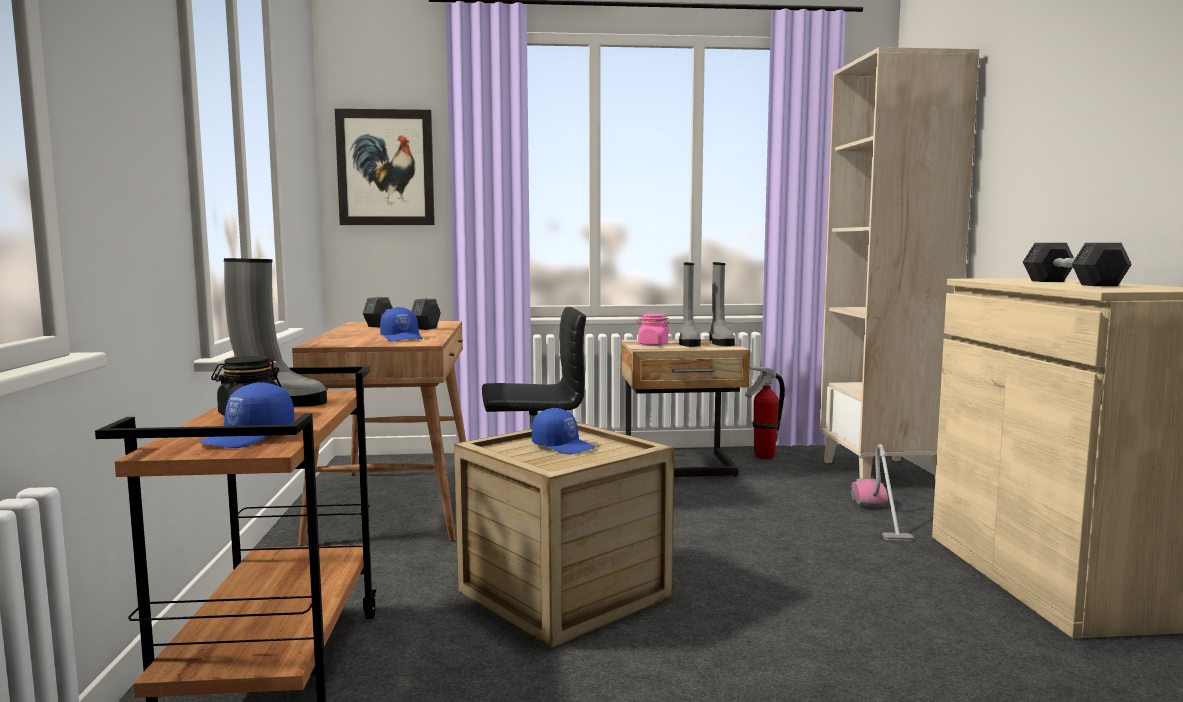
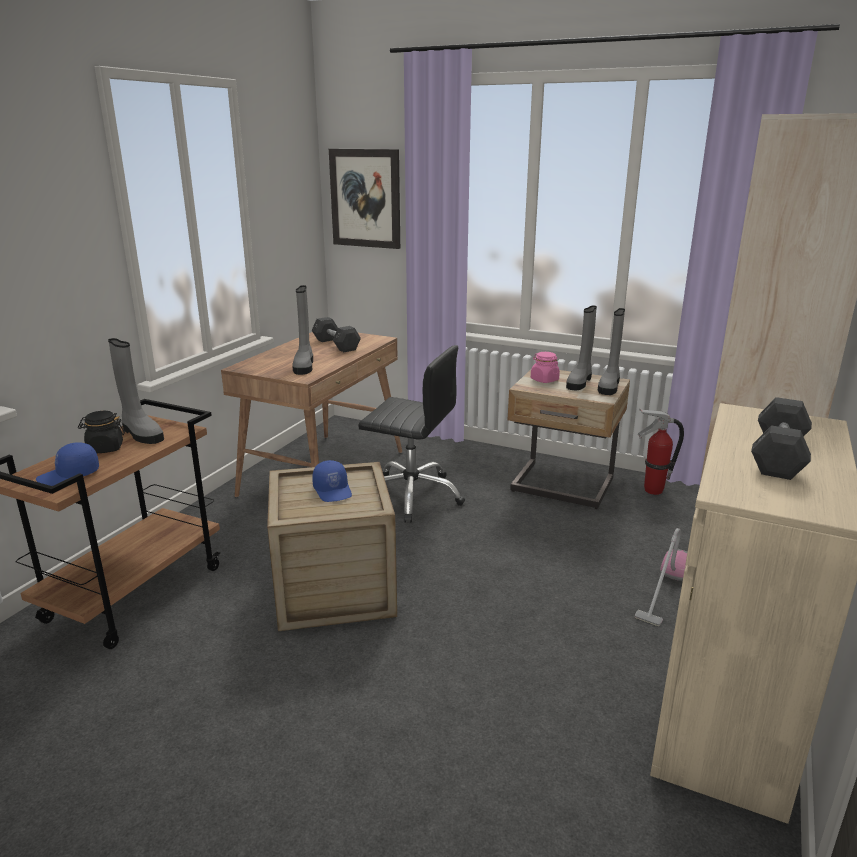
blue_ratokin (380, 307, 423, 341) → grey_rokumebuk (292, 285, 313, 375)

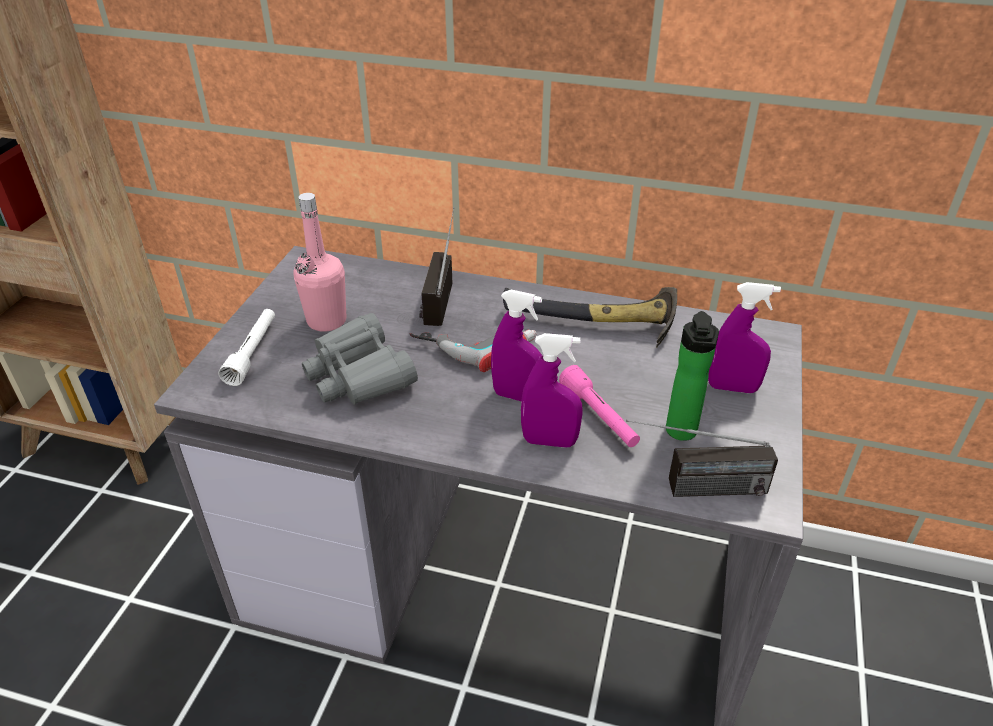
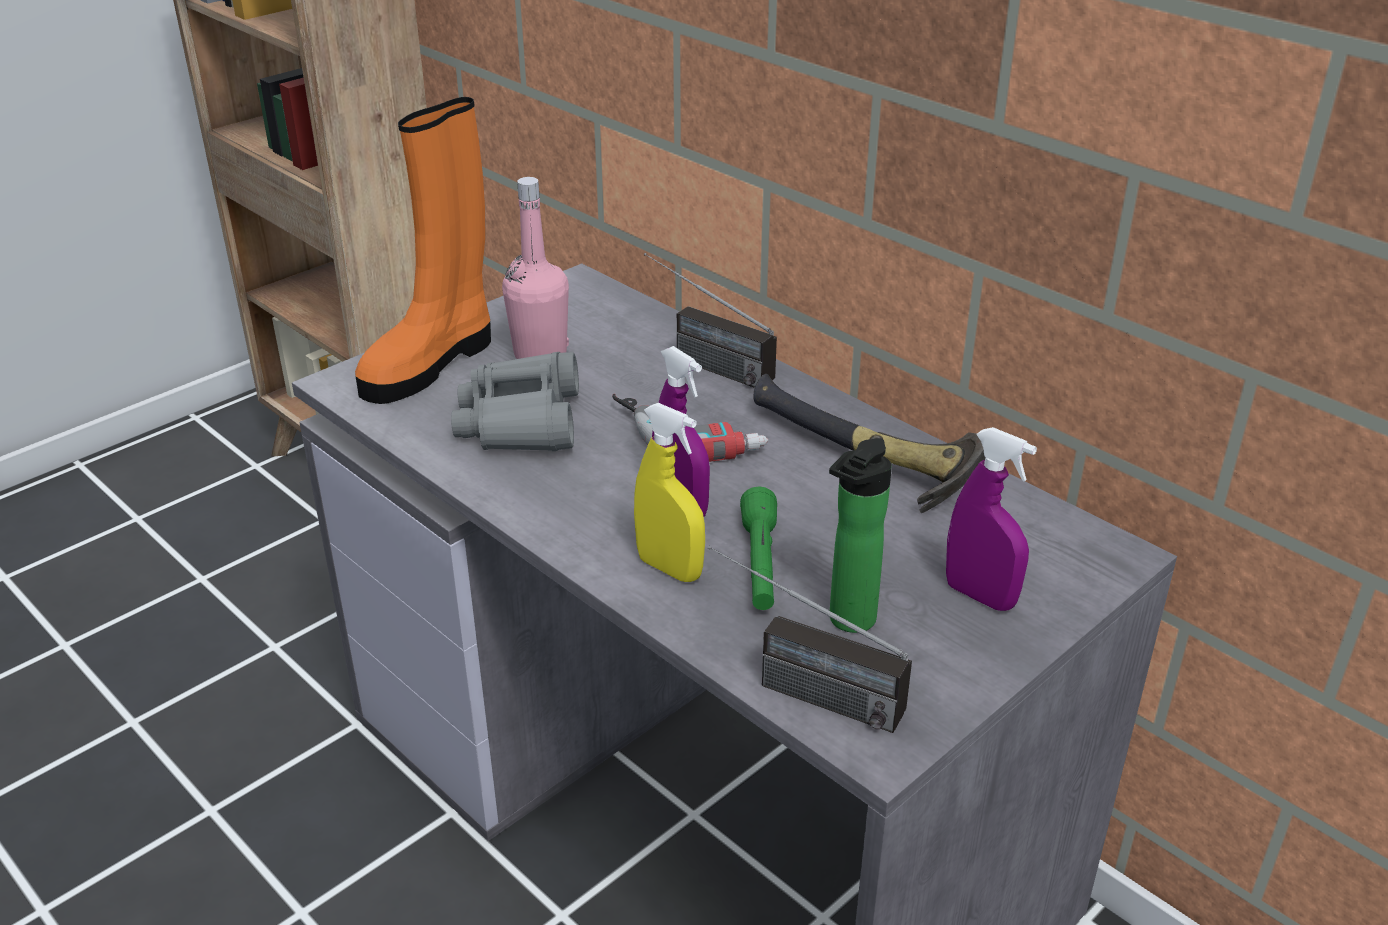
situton (419, 207, 455, 326) → situton (644, 253, 777, 388), 90 degrees counterclockwise
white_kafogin (218, 309, 275, 386) → orange_rokumebuk (355, 97, 491, 404)
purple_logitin (521, 333, 583, 448) → yellow_logitin (634, 403, 705, 582)
pink_kafogin (559, 365, 640, 447) → green_kafogin (740, 487, 777, 610)

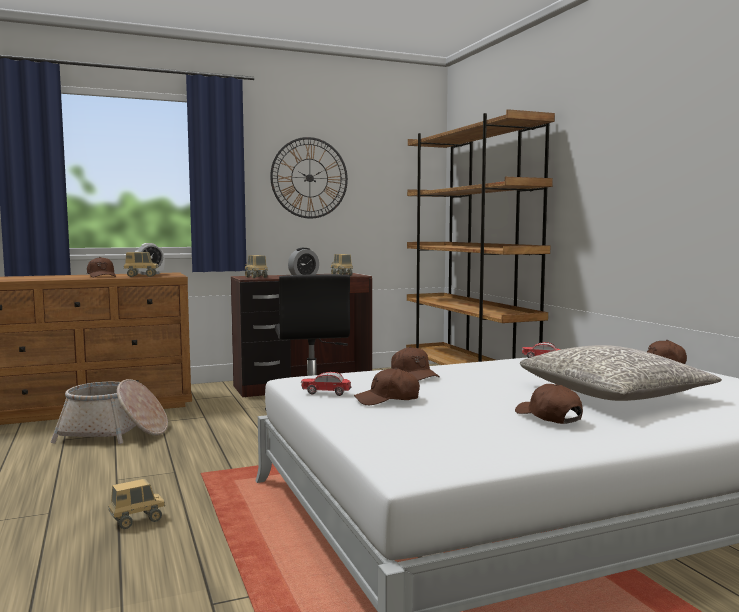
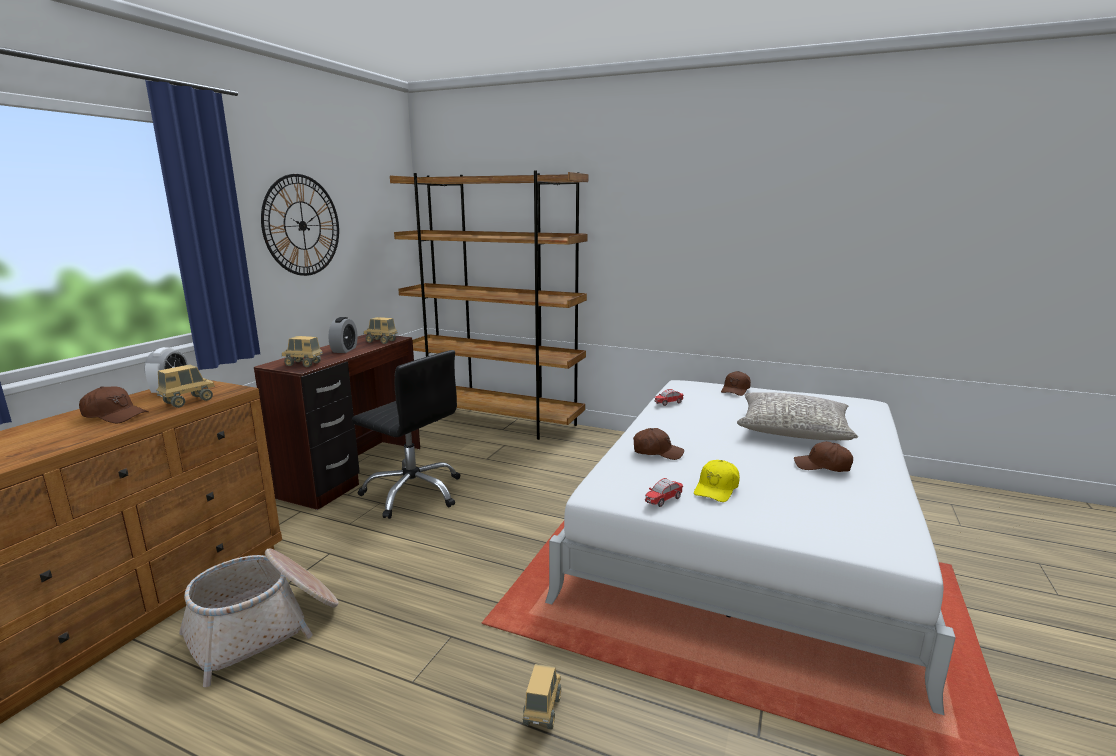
brown_ratokin (354, 368, 420, 405) → yellow_ratokin (694, 460, 740, 502)

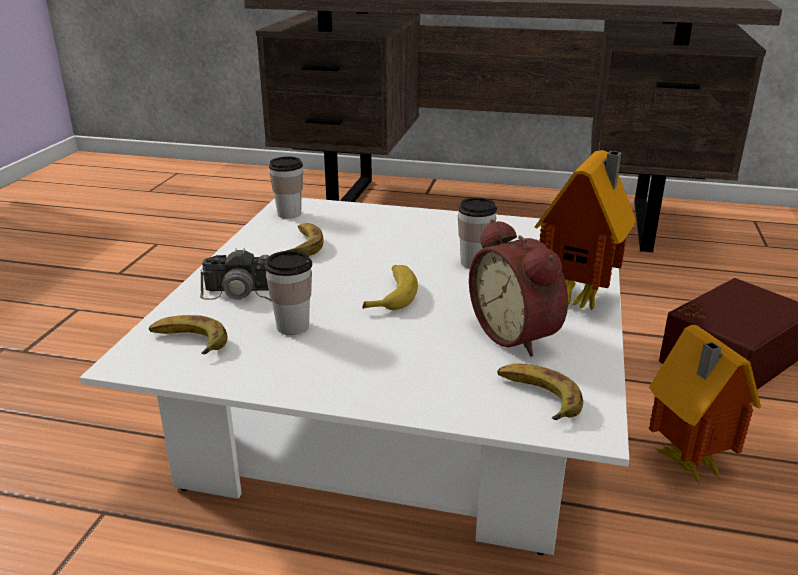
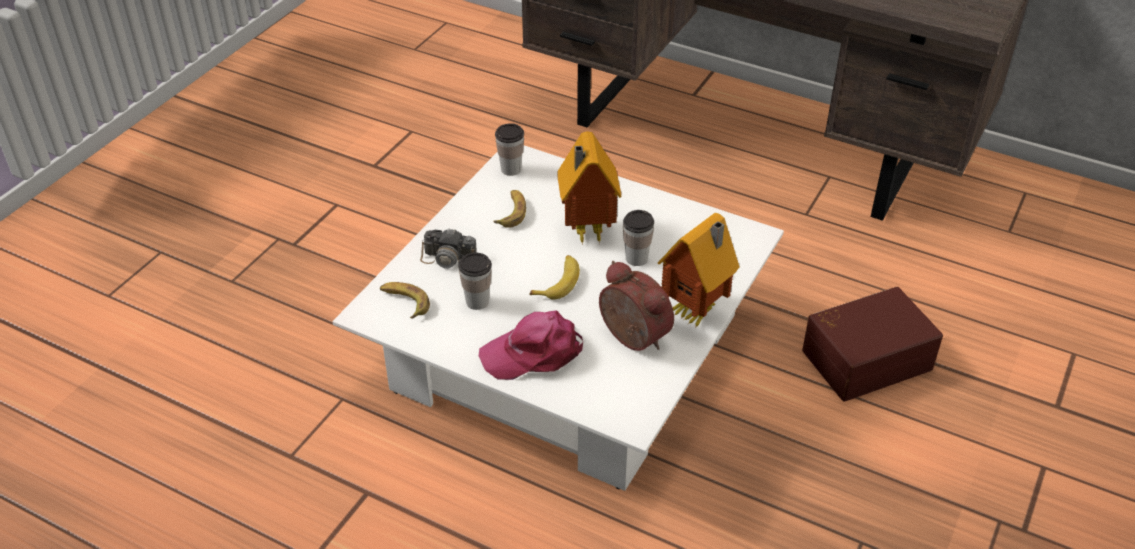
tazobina (469, 219, 568, 357) → tazobina (599, 261, 674, 351), 150 degrees clockwise
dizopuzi (649, 325, 761, 485) → dizopuzi (558, 131, 621, 245), shifted
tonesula (497, 364, 583, 420) → -
- → pink_ratokin (479, 311, 583, 380)

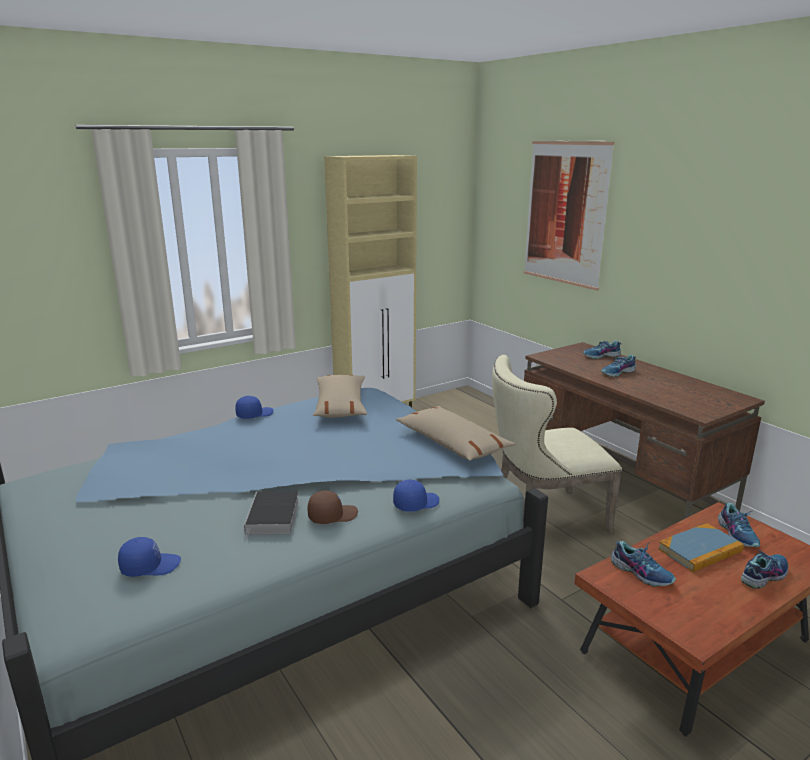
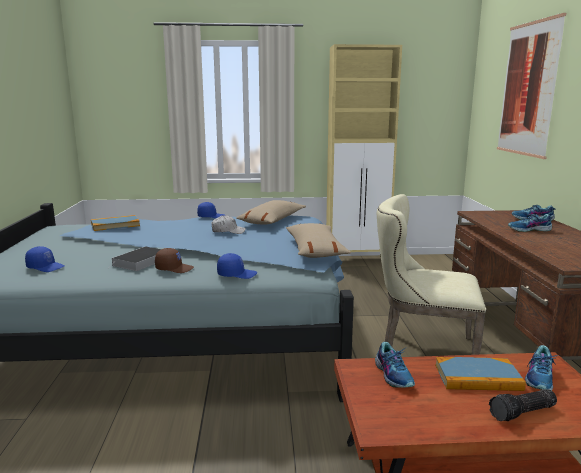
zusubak (741, 547, 788, 589) → kafogin (489, 389, 557, 421)
- → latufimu (91, 215, 140, 231)
- → white_ratokin (211, 215, 246, 234)

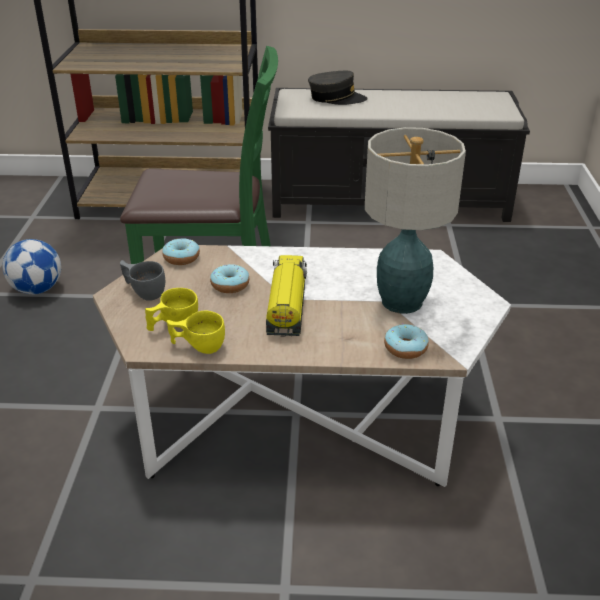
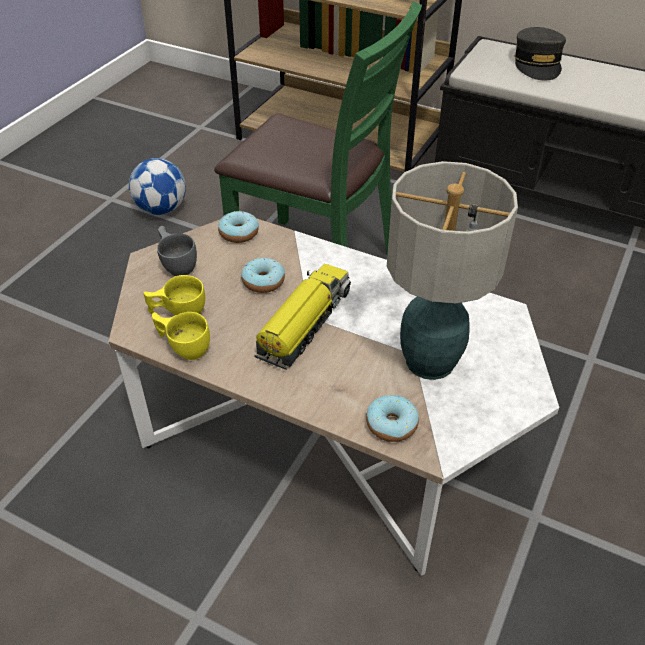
grey_ratokin (308, 71, 367, 105) → grey_ratokin (514, 27, 566, 80), 60 degrees clockwise

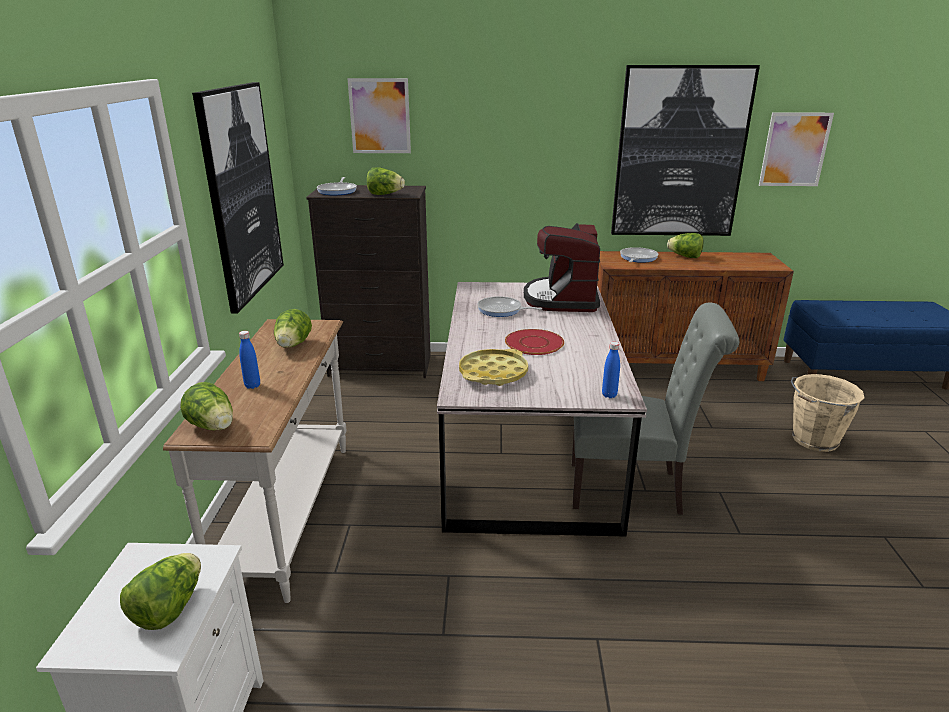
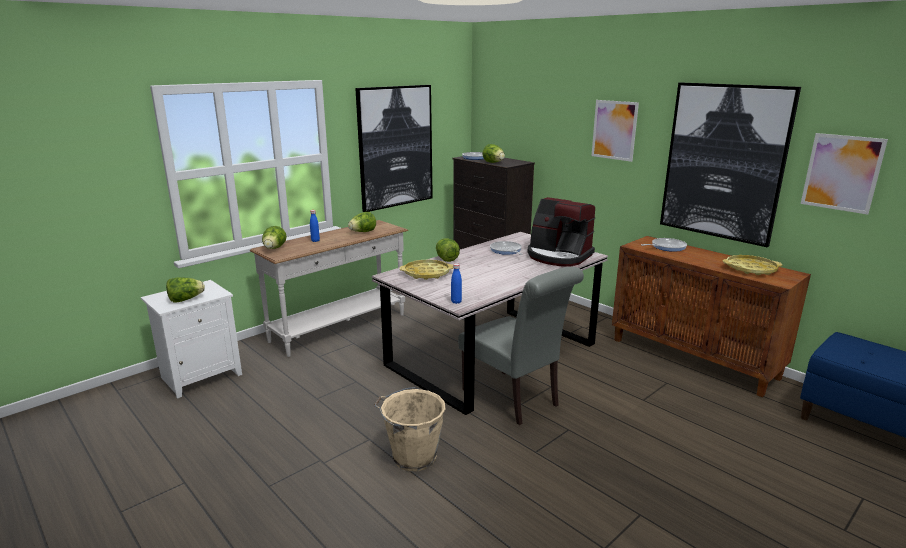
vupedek (348, 78, 411, 153) → vupedek (592, 100, 639, 162), shifted
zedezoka (524, 223, 600, 312) → zedezoka (528, 197, 595, 266), 105 degrees counterclockwise
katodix (667, 233, 704, 258) → katodix (436, 238, 460, 262), shifted
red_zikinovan (505, 329, 564, 355) → -
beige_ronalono (791, 374, 865, 452) → beige_ronalono (374, 387, 445, 471), shifted
- → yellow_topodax (723, 255, 783, 275)

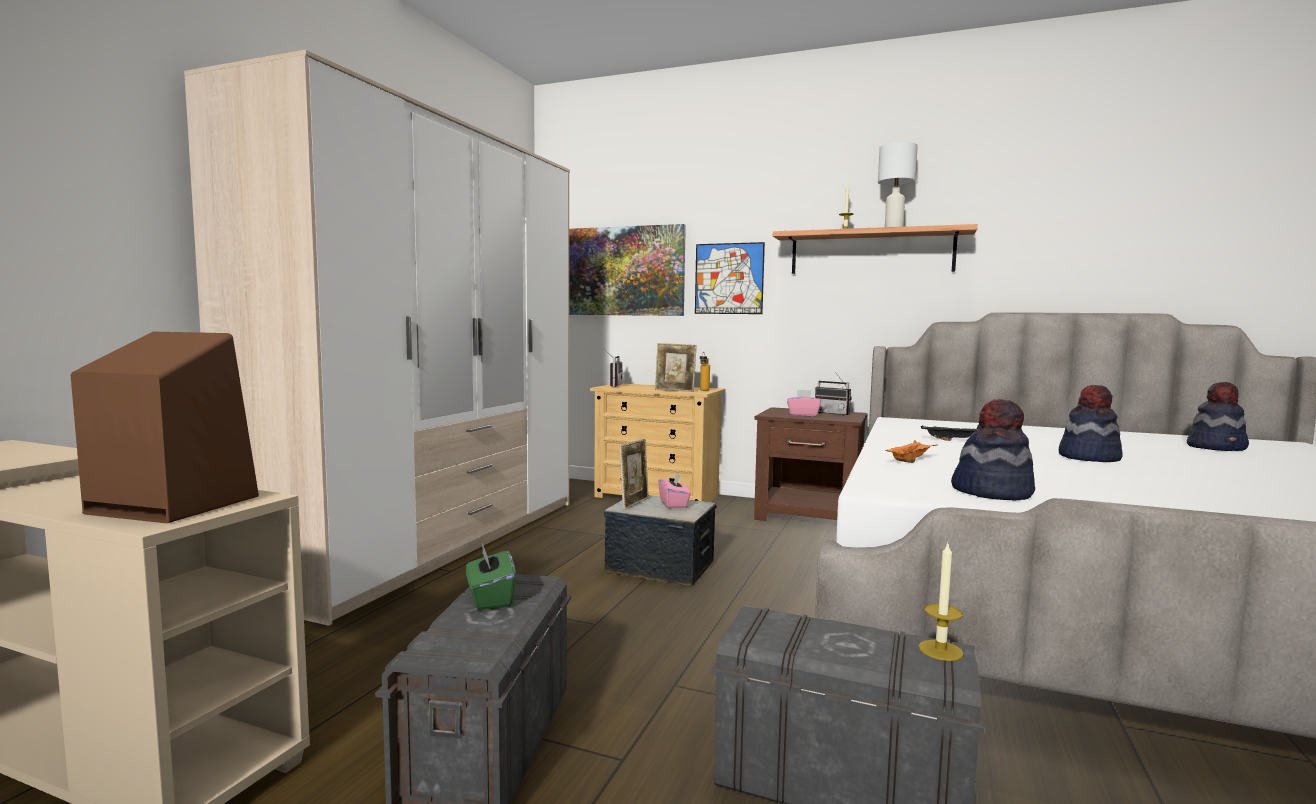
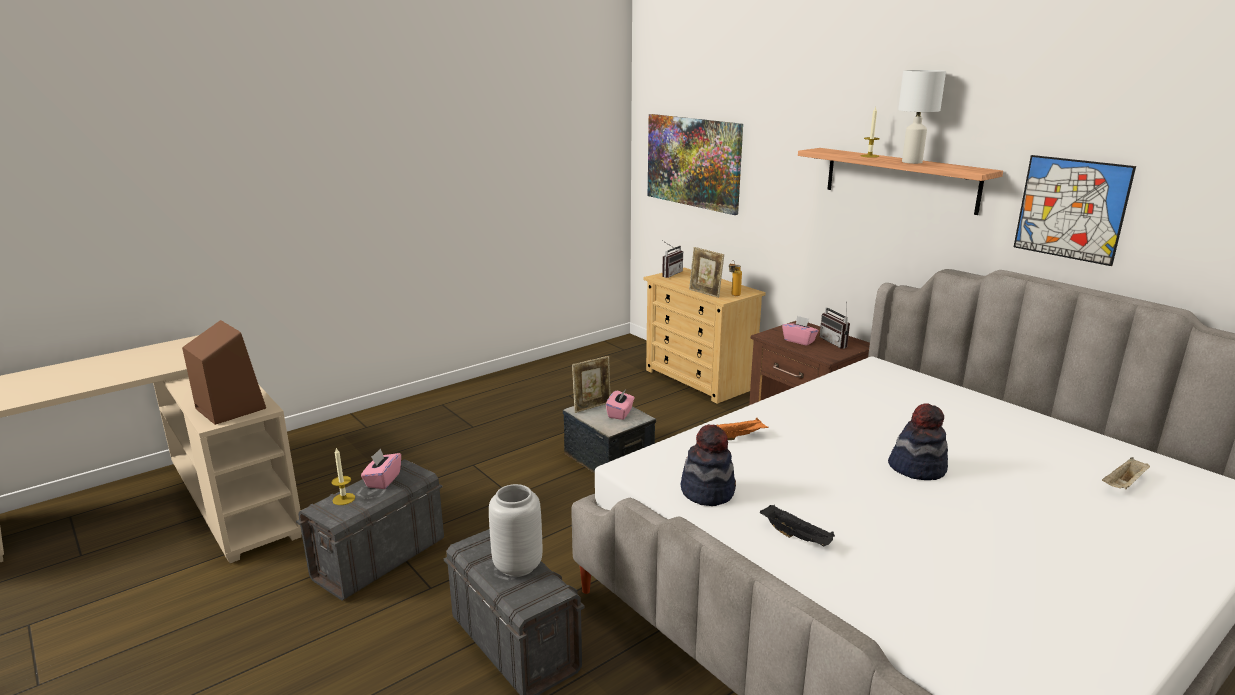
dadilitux (184, 50, 570, 626) → -
vupedek (695, 242, 765, 314) → vupedek (1014, 155, 1136, 266), shifted
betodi (1187, 382, 1249, 451) → beige_topodax (1102, 457, 1150, 489)
black_topodax (921, 426, 976, 441) → black_topodax (760, 505, 835, 546), shifted
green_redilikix (466, 543, 516, 610) → pink_redilikix (361, 448, 401, 489)
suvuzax (918, 544, 964, 661) → suvuzax (331, 448, 355, 505), shifted
- → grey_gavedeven (489, 484, 542, 577)

